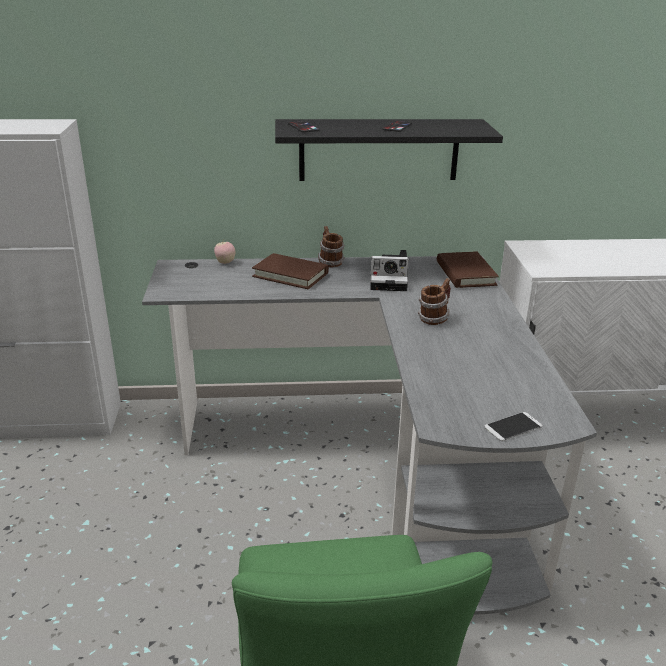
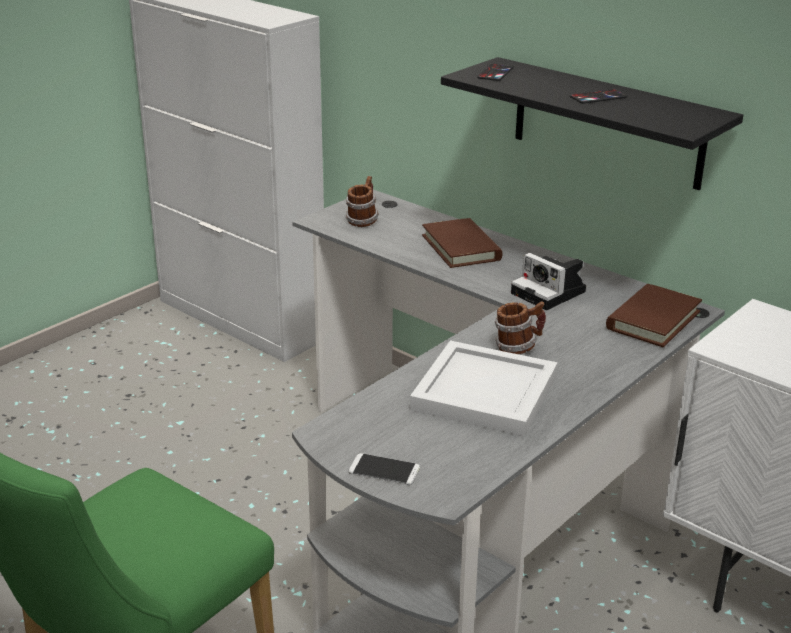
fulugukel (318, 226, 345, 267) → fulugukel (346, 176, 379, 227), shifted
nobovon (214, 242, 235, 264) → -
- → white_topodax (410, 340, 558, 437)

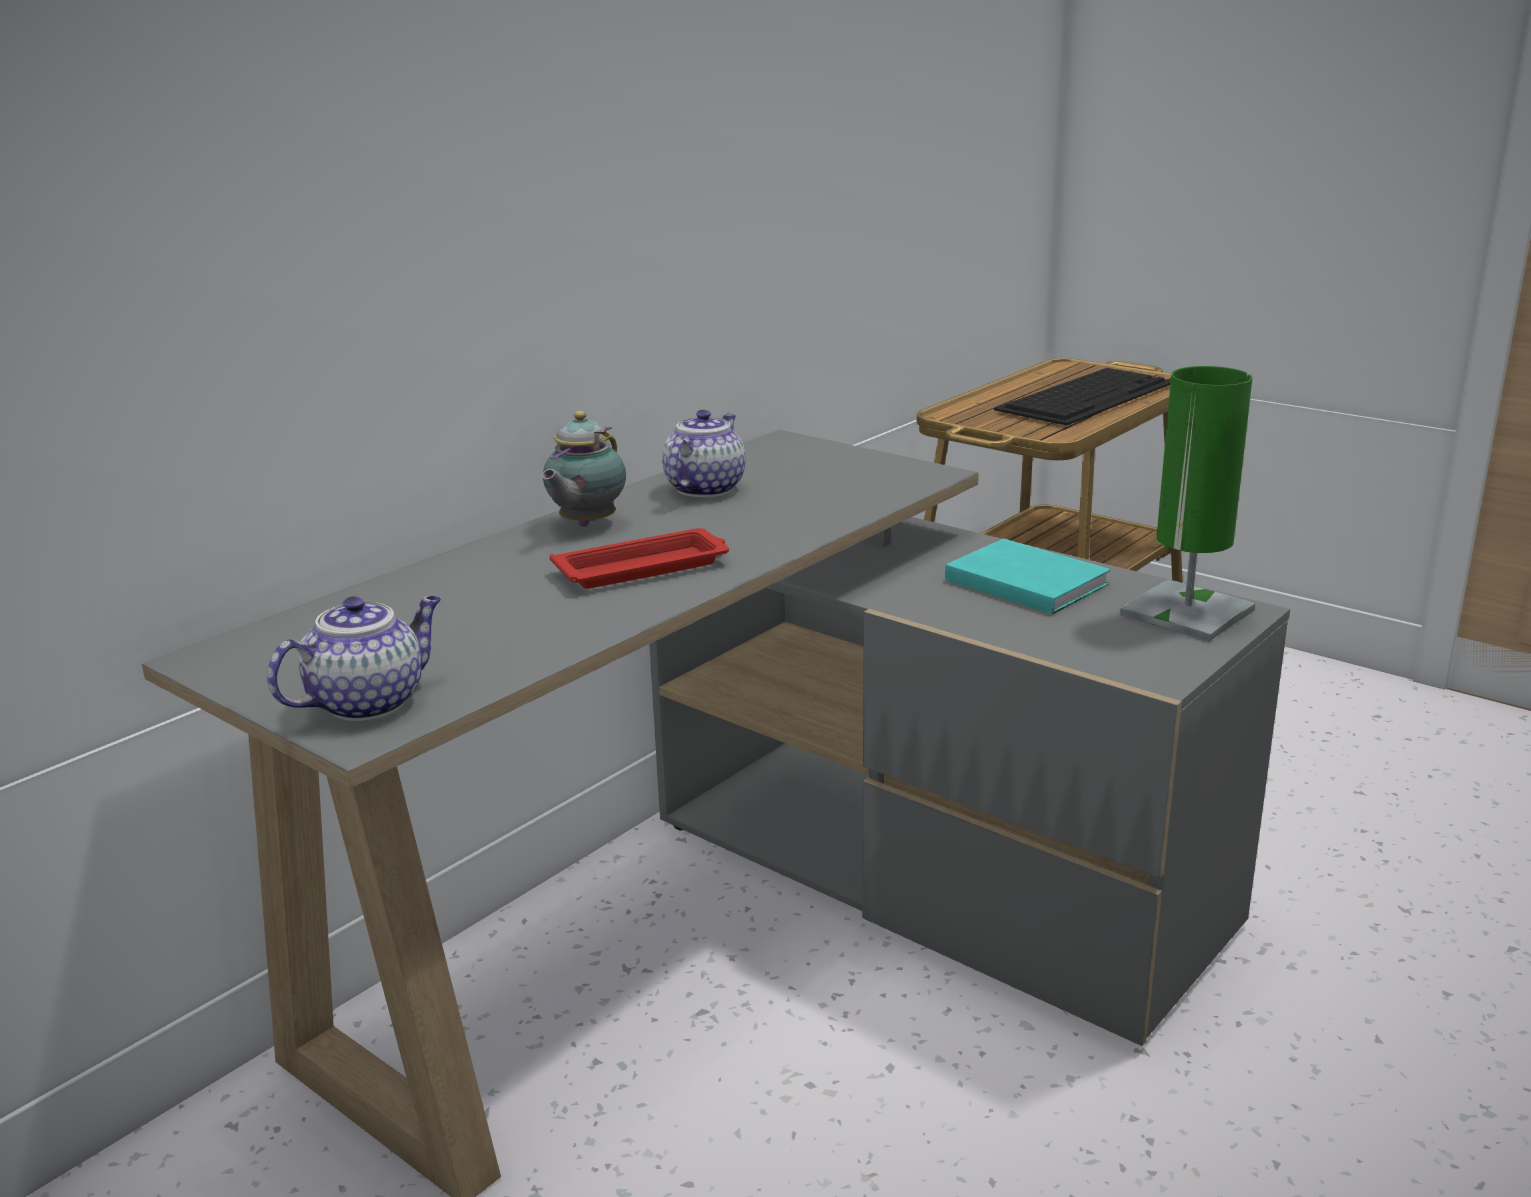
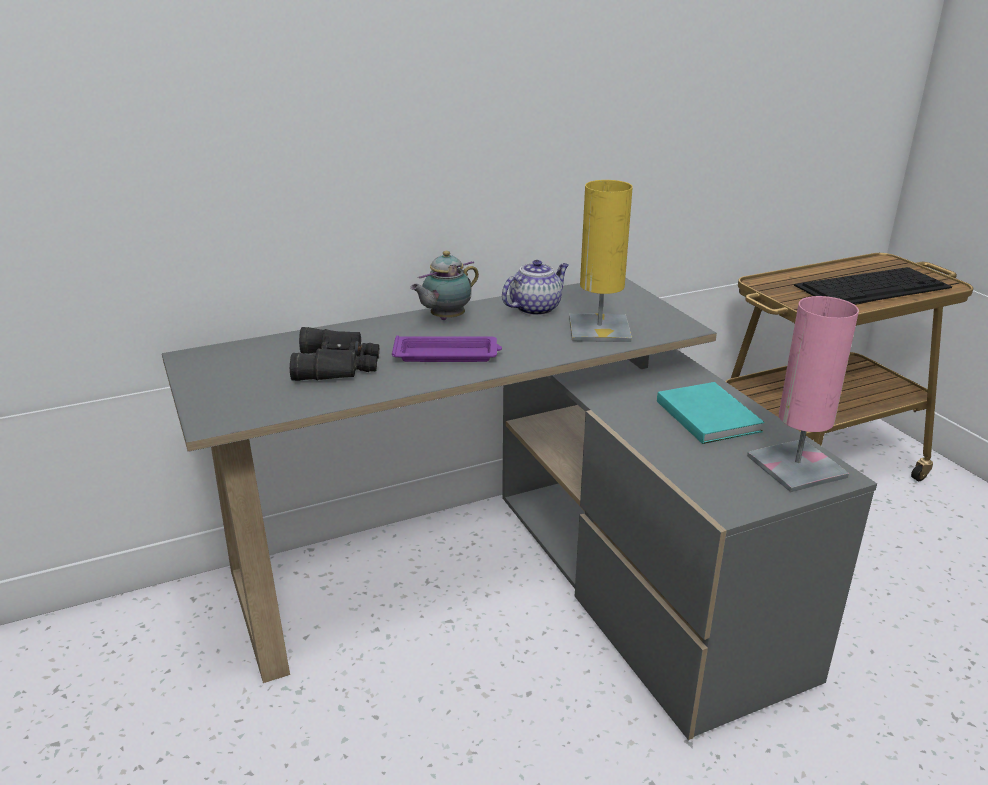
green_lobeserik (1120, 366, 1255, 641) → pink_lobeserik (747, 296, 859, 492)
red_topodax (550, 528, 729, 589) → purple_topodax (392, 335, 502, 362)
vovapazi (267, 596, 441, 721) → -
- → yellow_lobeserik (569, 180, 633, 342)
- → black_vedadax (290, 327, 379, 381)

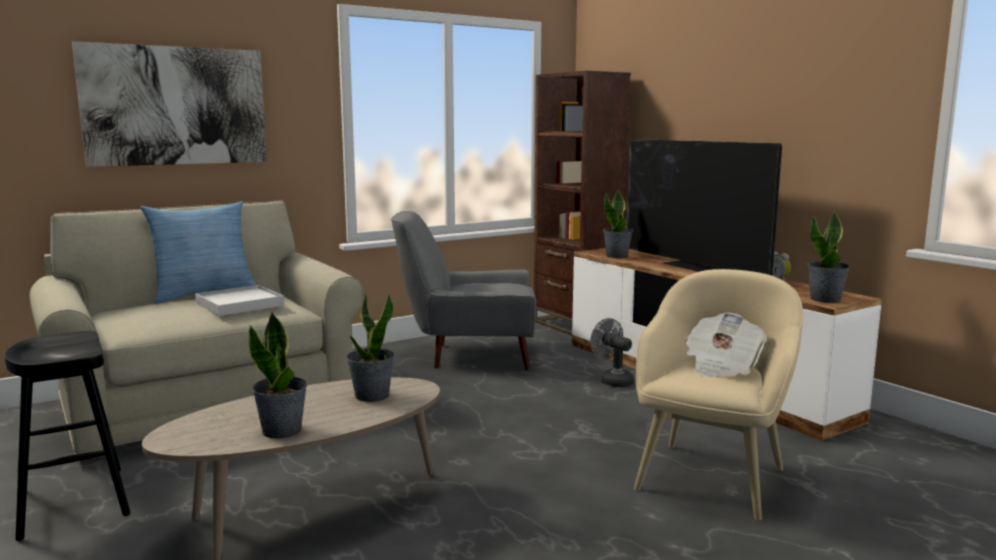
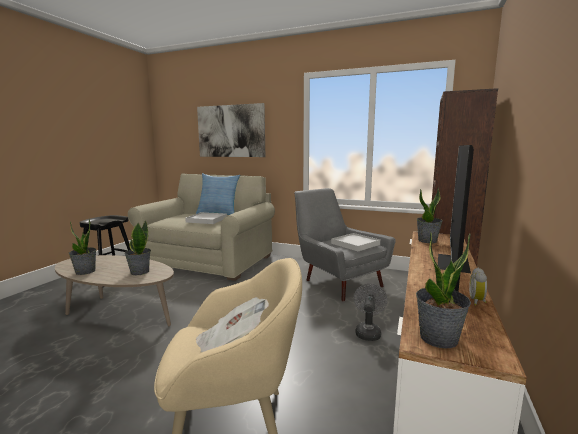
- → white_topodax (331, 233, 380, 251)

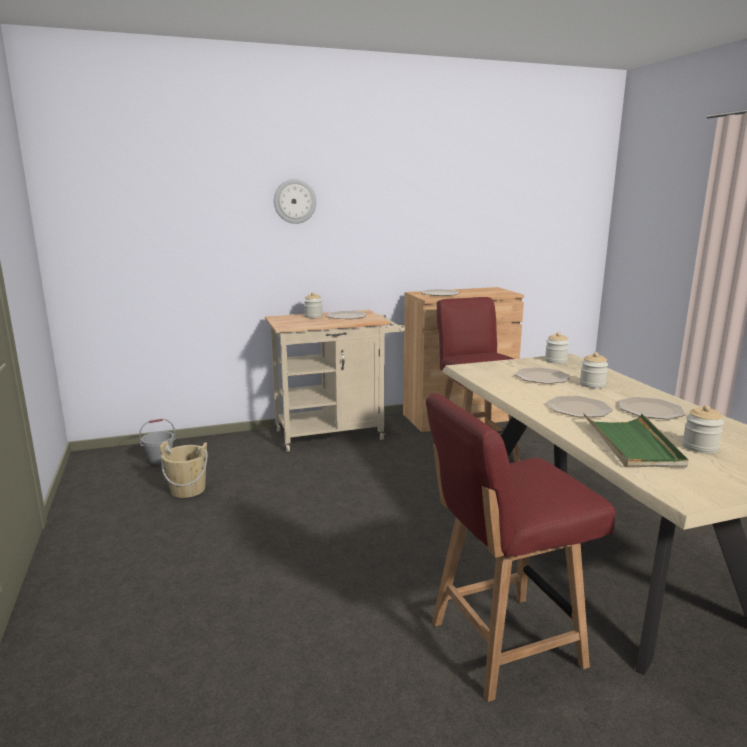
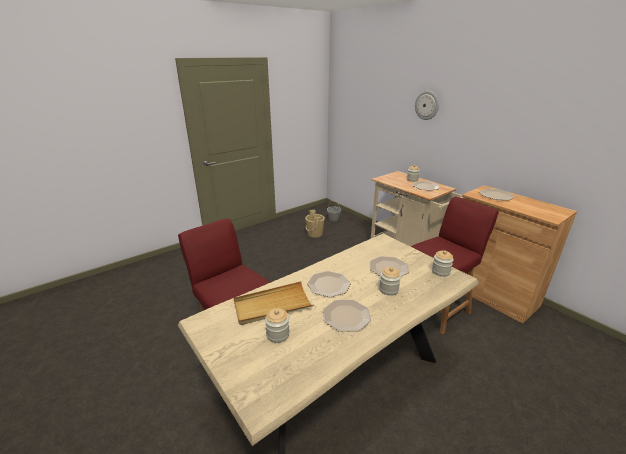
green_topodax (583, 413, 689, 467) → beige_topodax (234, 281, 314, 325)

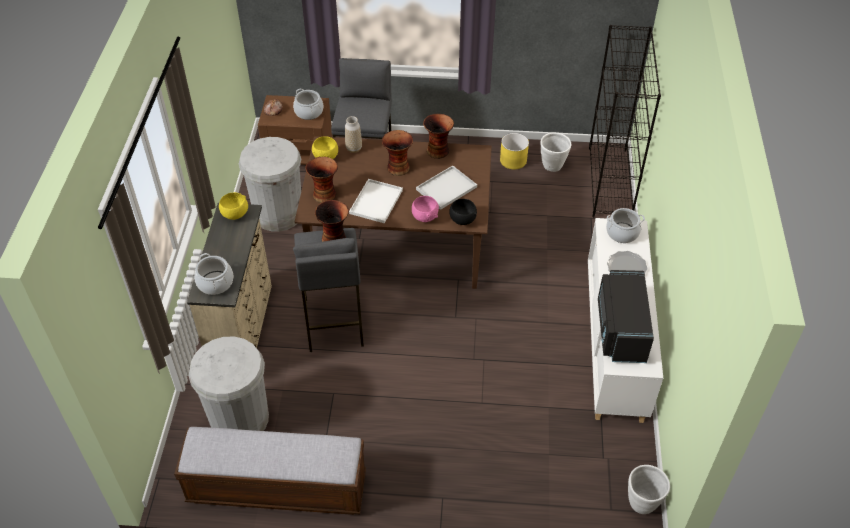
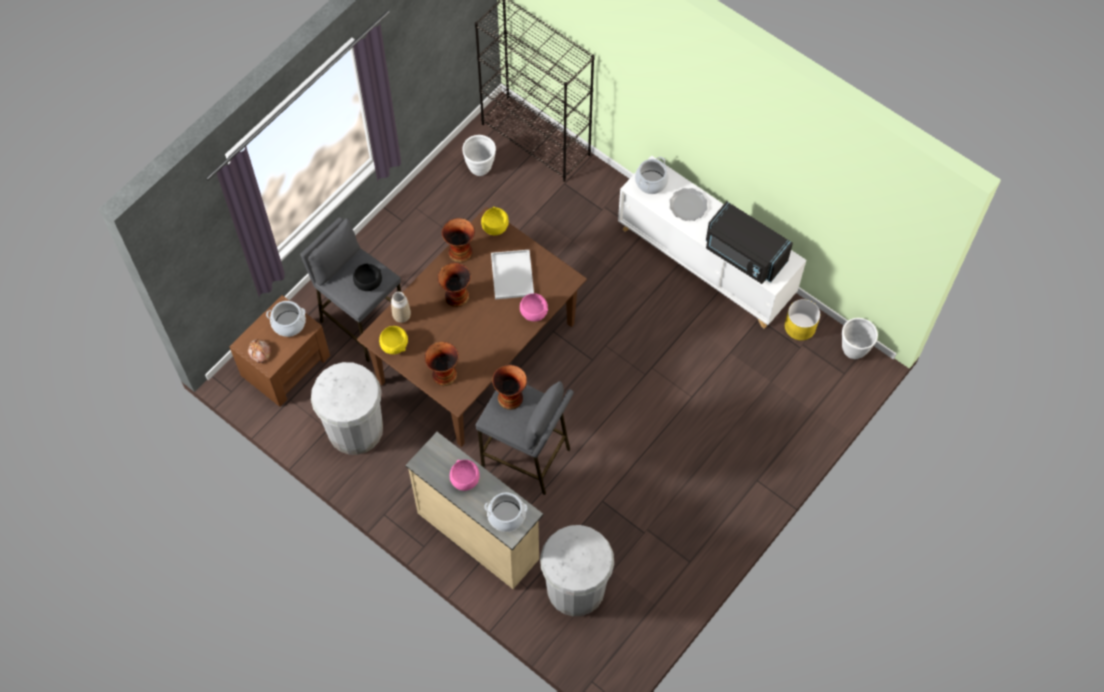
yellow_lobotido (500, 133, 529, 169) → yellow_lobotido (785, 299, 820, 340), shifted
white_topodax (349, 179, 403, 223) → -
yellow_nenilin (219, 192, 248, 220) → yellow_nenilin (481, 207, 509, 235), shifted
black_nenilin (449, 199, 477, 225) → black_nenilin (353, 264, 382, 291), shifted
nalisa (174, 427, 366, 515) → -
- → pink_nenilin (450, 460, 479, 491)

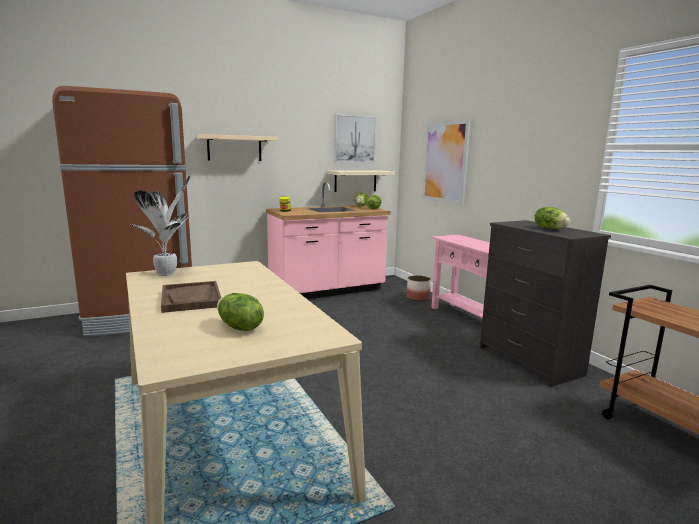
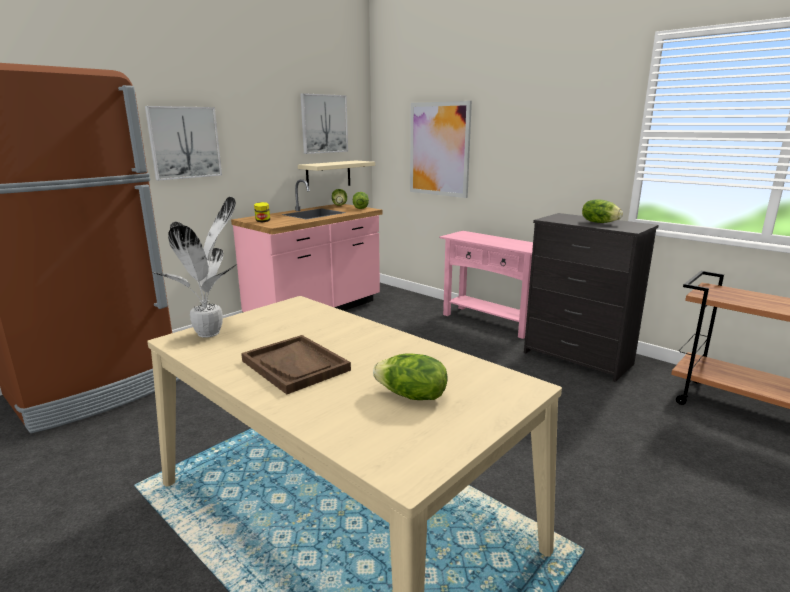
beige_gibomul (197, 134, 278, 161) → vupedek (145, 106, 222, 181)
lobotido (407, 275, 431, 301) → -

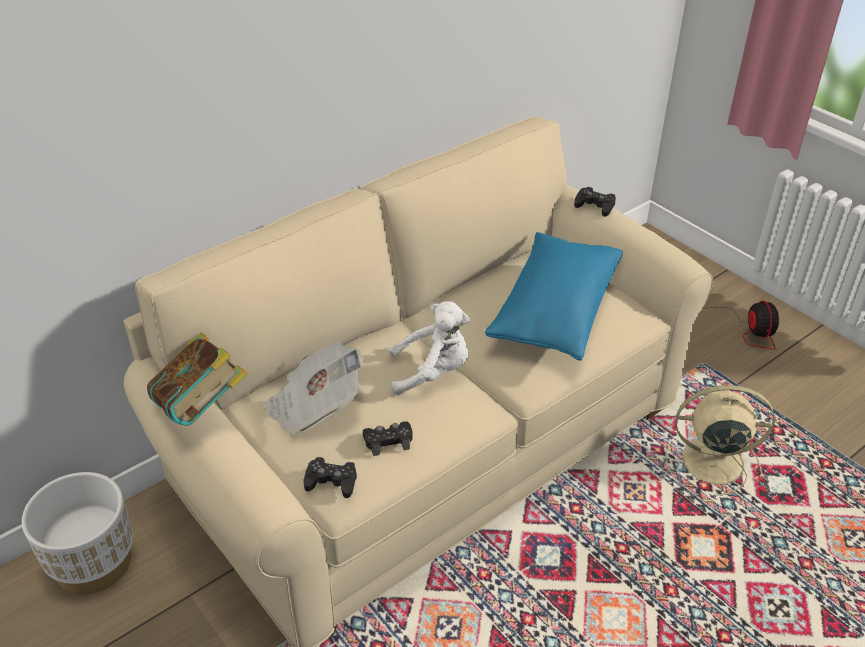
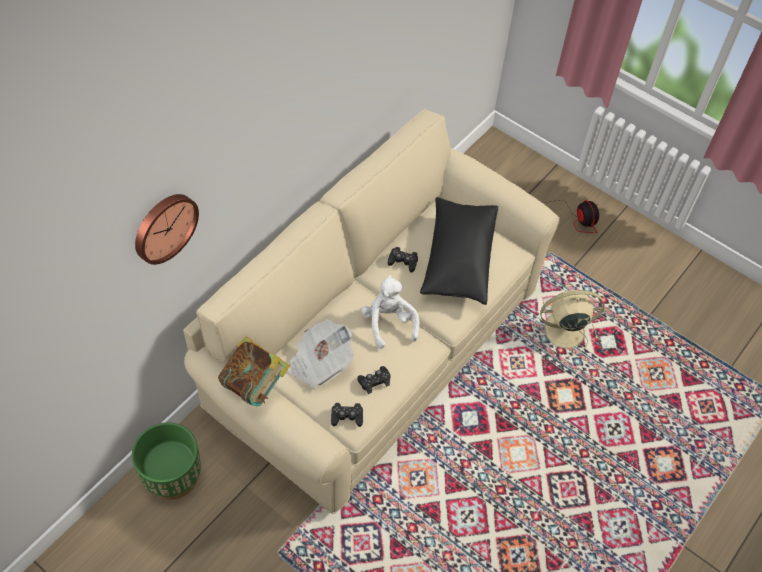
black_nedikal (574, 187, 616, 217) → black_nedikal (388, 247, 418, 273), shifted
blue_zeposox (485, 232, 623, 361) → black_zeposox (420, 197, 498, 305)
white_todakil (388, 301, 470, 395) → white_todakil (361, 275, 419, 349), 90 degrees counterclockwise
white_lobotido (22, 472, 133, 595) → green_lobotido (132, 422, 201, 500)
- → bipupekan (135, 194, 199, 265)

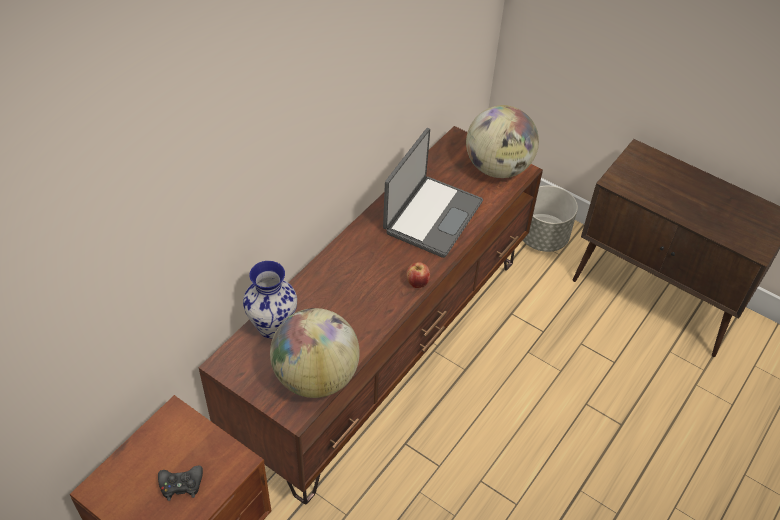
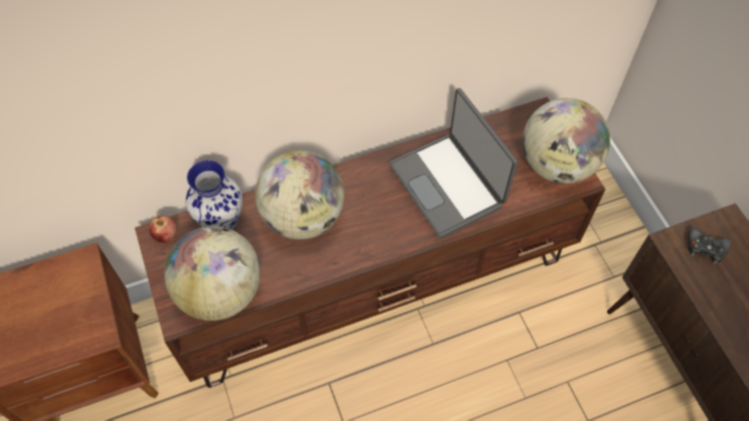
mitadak (383, 128, 483, 258) → mitadak (389, 88, 518, 238), 90 degrees clockwise
grey_lobotido (523, 186, 578, 252) → -
nobovon (406, 262, 430, 288) → nobovon (149, 215, 177, 243), shifted
black_nedikal (158, 466, 203, 501) → black_nedikal (688, 227, 731, 264), shifted
- → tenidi (255, 150, 344, 239)

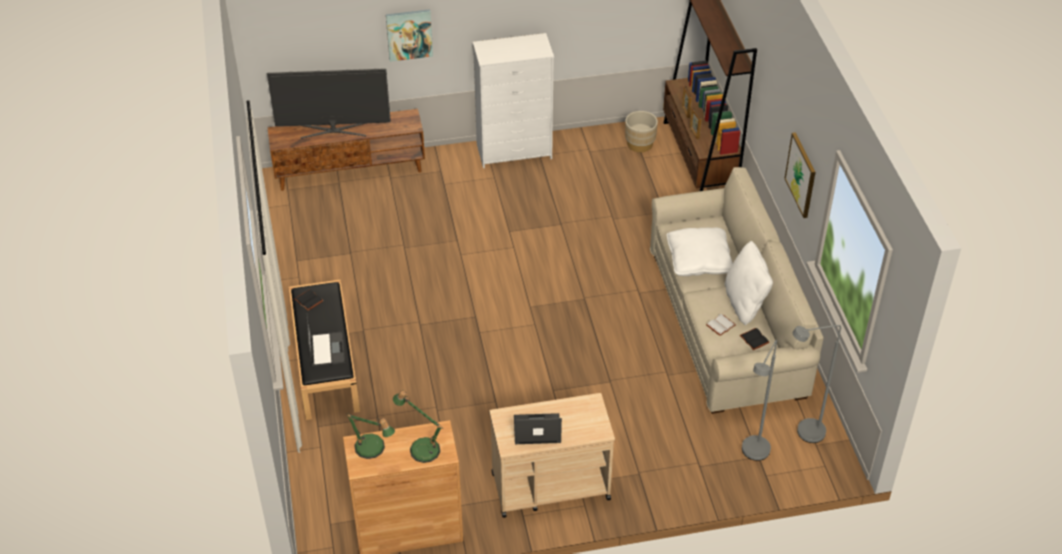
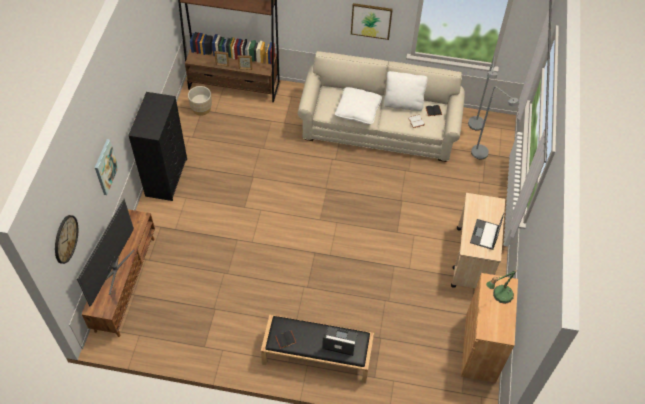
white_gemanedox (473, 33, 554, 168) → black_gemanedox (128, 92, 187, 201)
lobeserik (346, 414, 395, 459) → -
- → bipupekan (55, 215, 78, 264)

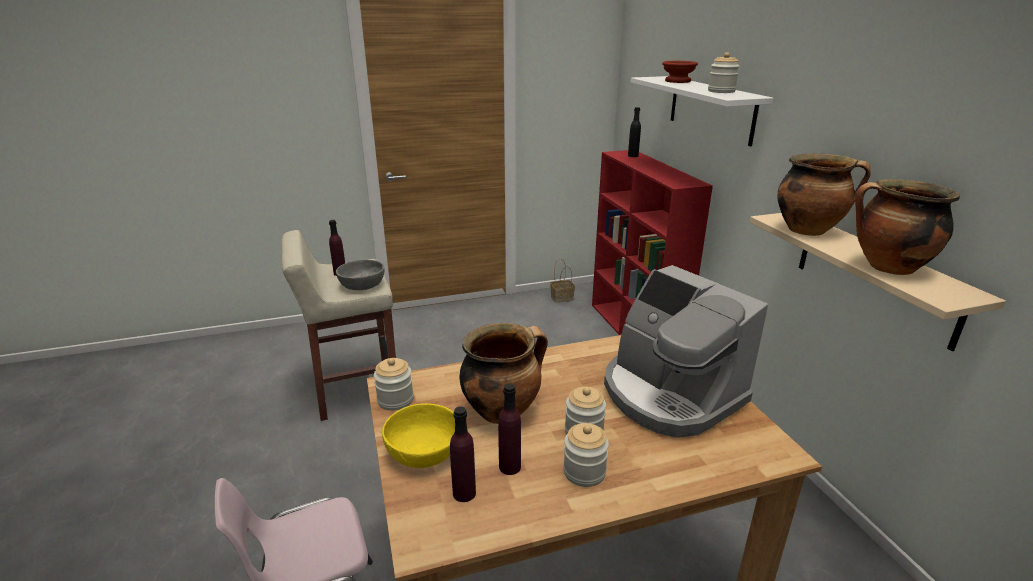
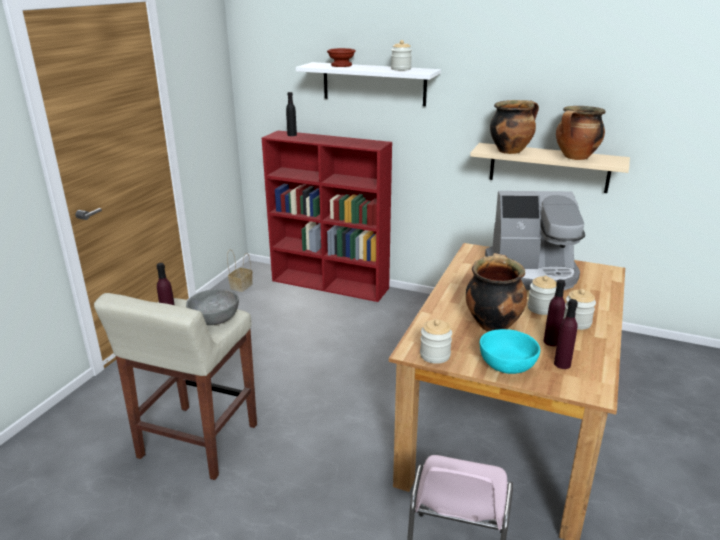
yellow_nenilin (382, 403, 455, 468) → turquoise_nenilin (480, 329, 540, 374)

